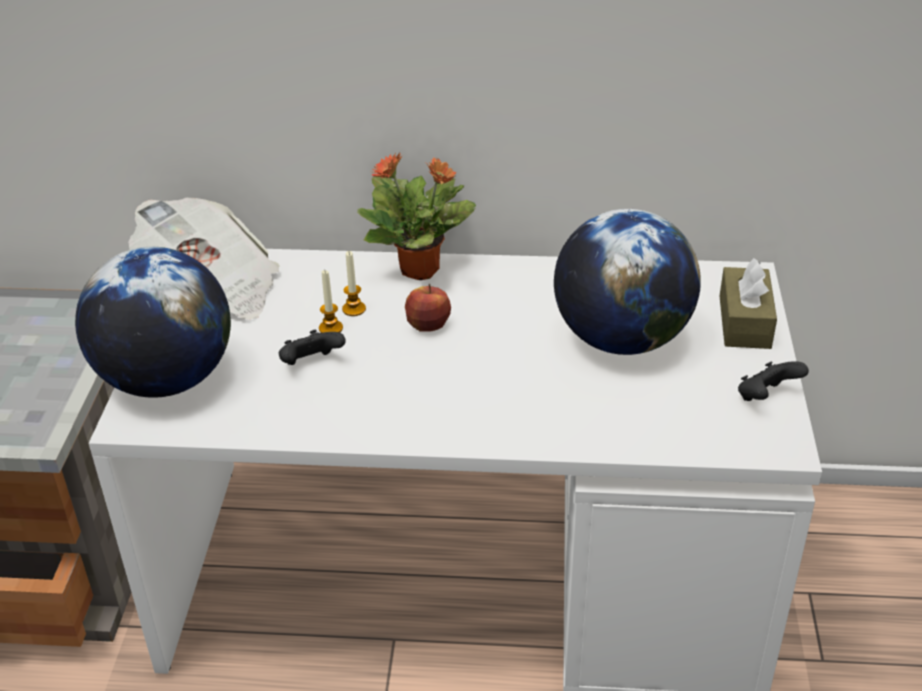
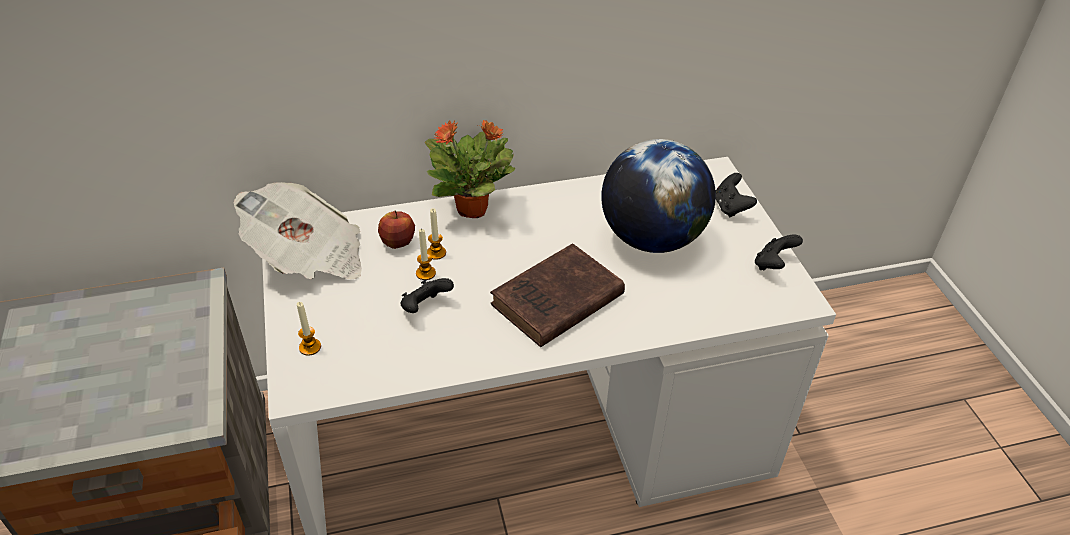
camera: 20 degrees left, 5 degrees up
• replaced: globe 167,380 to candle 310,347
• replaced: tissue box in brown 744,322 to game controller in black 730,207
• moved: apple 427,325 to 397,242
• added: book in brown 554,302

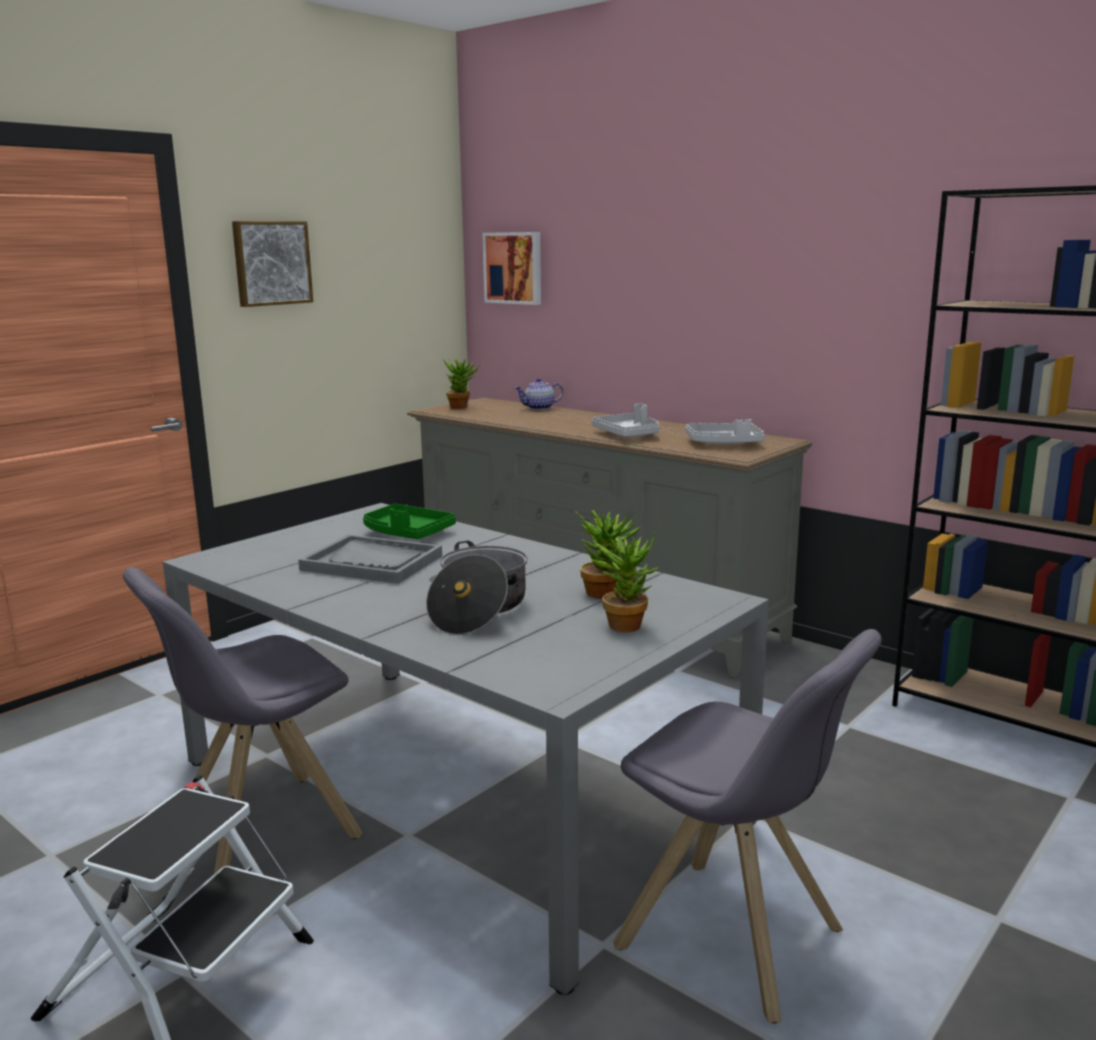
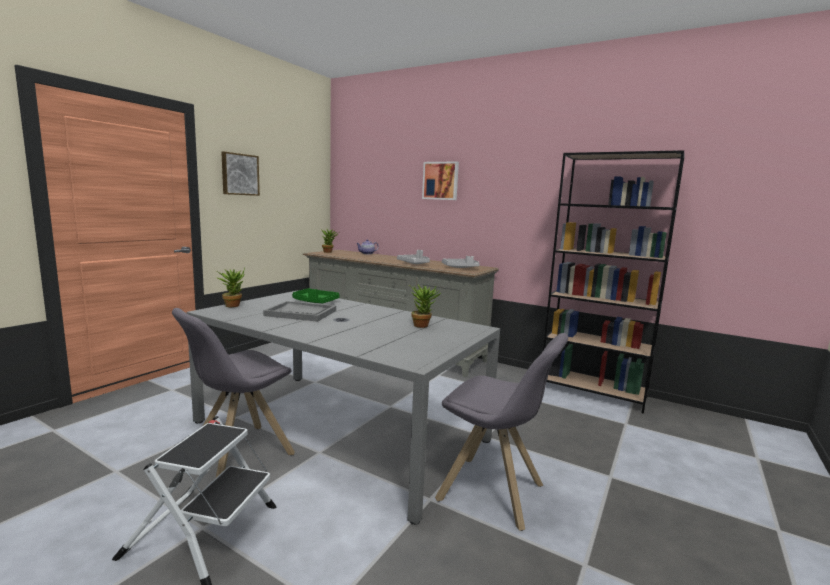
camera: 10 degrees left, 5 degrees down
• moved: picture 514,268 to 441,181
• moved: potted plant 624,623 to 233,305
• removed: cooking pot 478,610

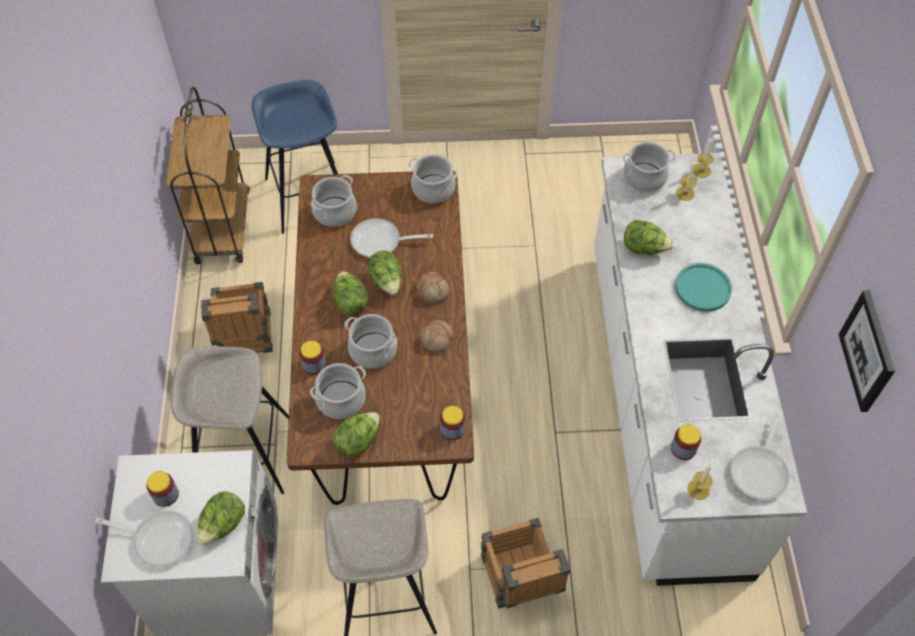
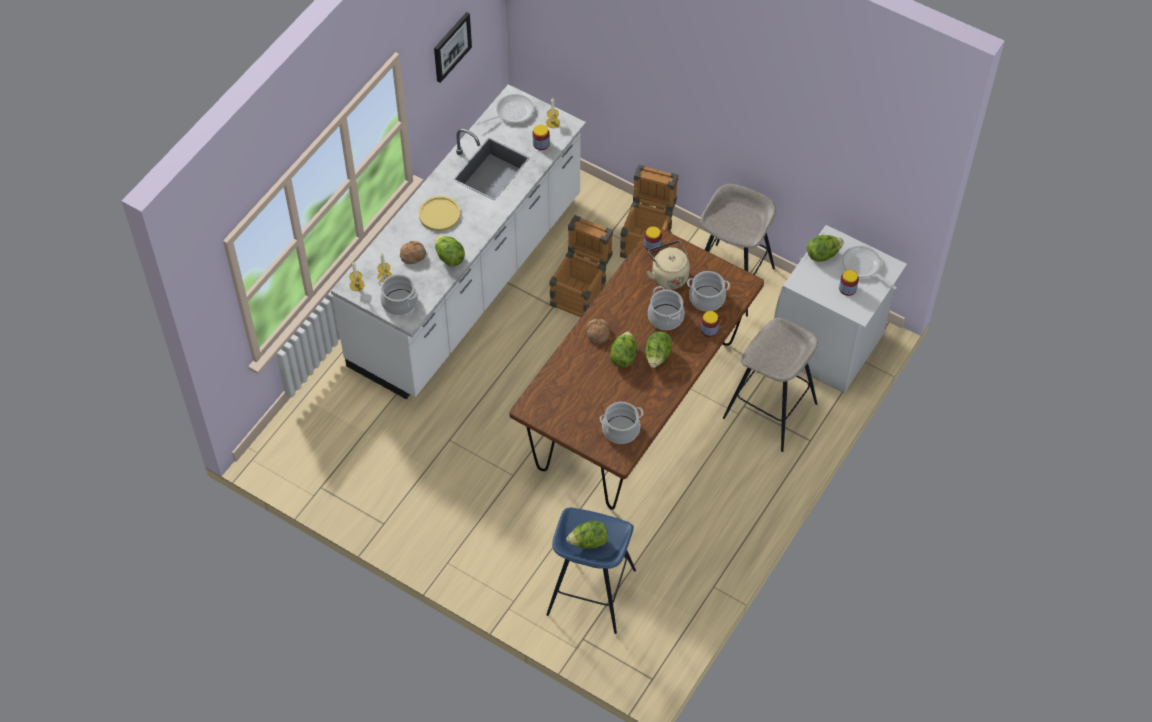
camera: 145 degrees left, 0 degrees up
• removed: cart in brown 222,229
• removed: cooking pot 433,189
• removed: frying pan 380,242
• recoloured: plate in turquoise 702,288 to plate in yellow 439,214
• moved: crate 246,341 to 581,292
• moved: bread 437,339 to 413,255
• moved: lettuce 358,441 to 588,542
• added: kettle in beige 668,275

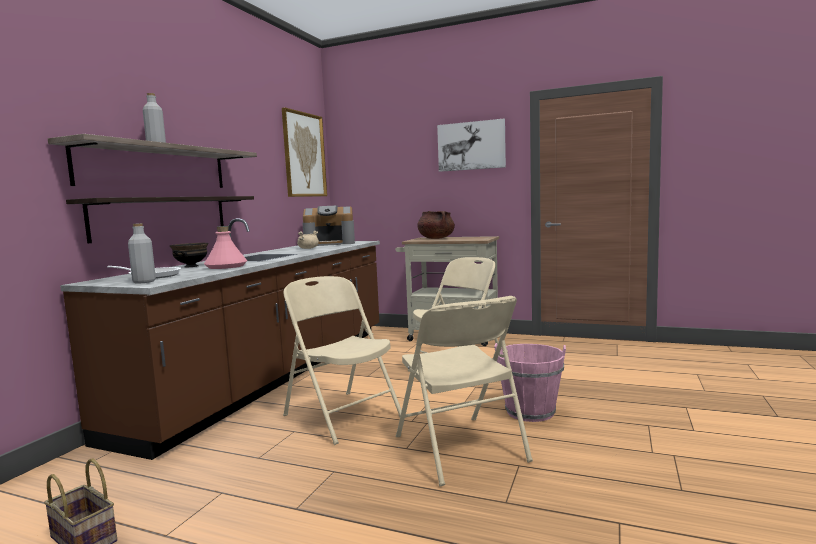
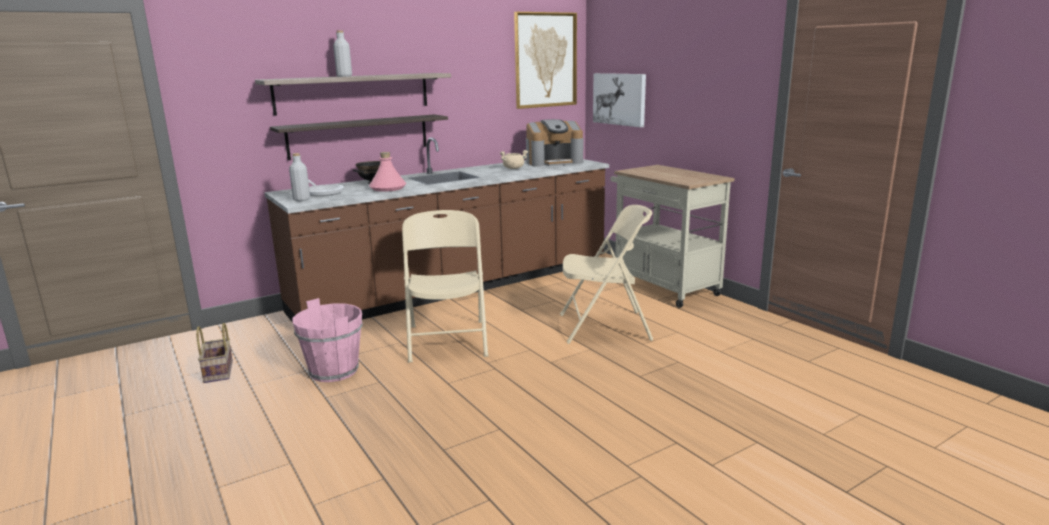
camera: 35 degrees right, 10 degrees up
• moved: picture 471,146 to 619,99
• turned: coffee machine 330,243 = 554,162 45 degrees counterclockwise
• removed: cooking pot in brown 436,238
• removed: chair in beige 459,448
• moved: bucket in pink 530,412 to 334,371

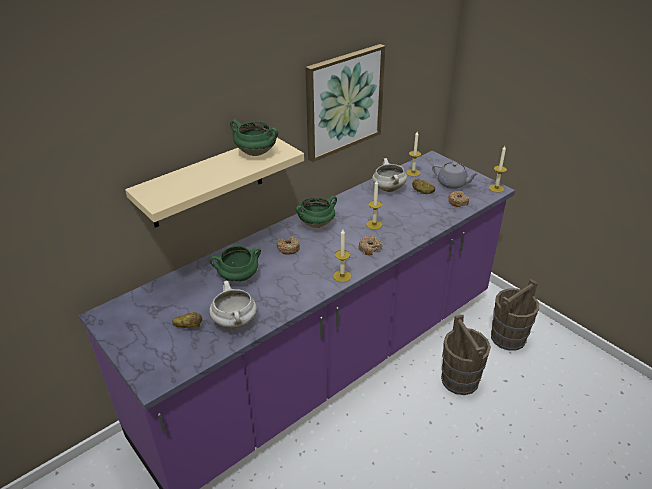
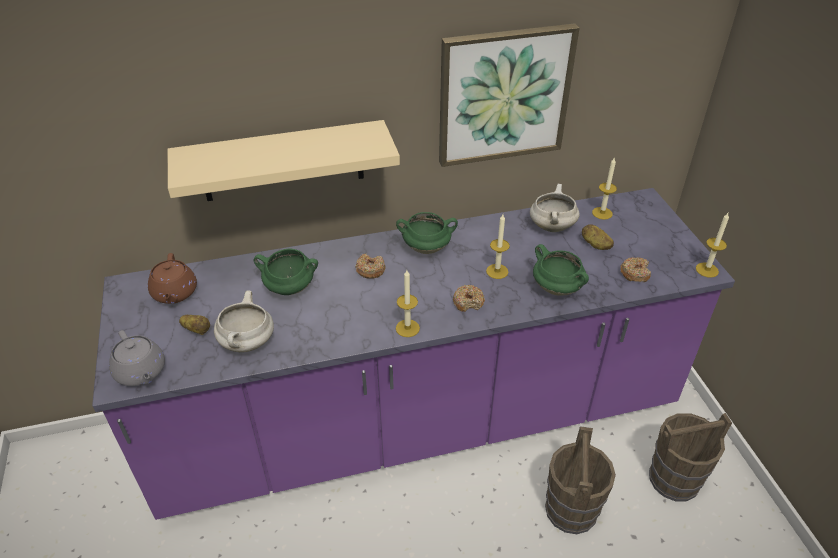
camera: 25 degrees right, 5 degrees up
• moved: cooking pot in green 257,152 to 558,288
• moved: teapot in grey 453,184 to 141,372
• added: teapot in brown 174,293

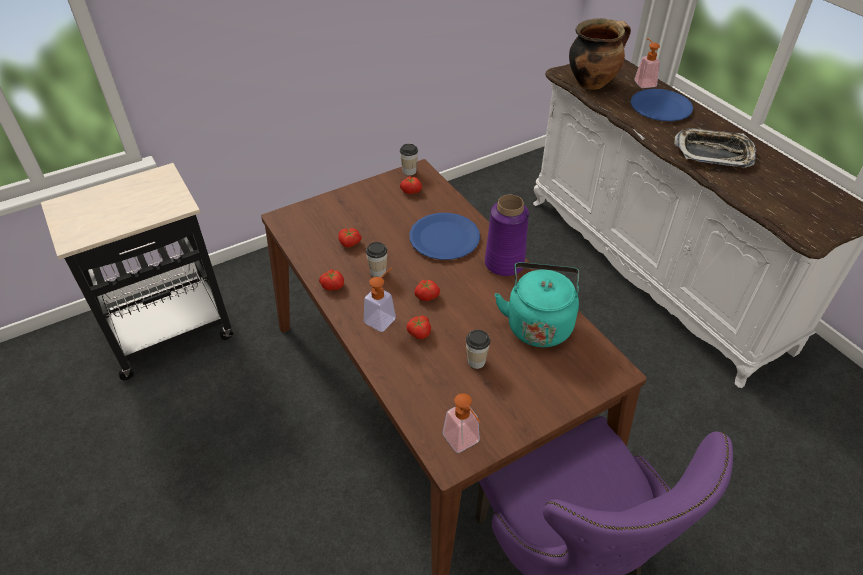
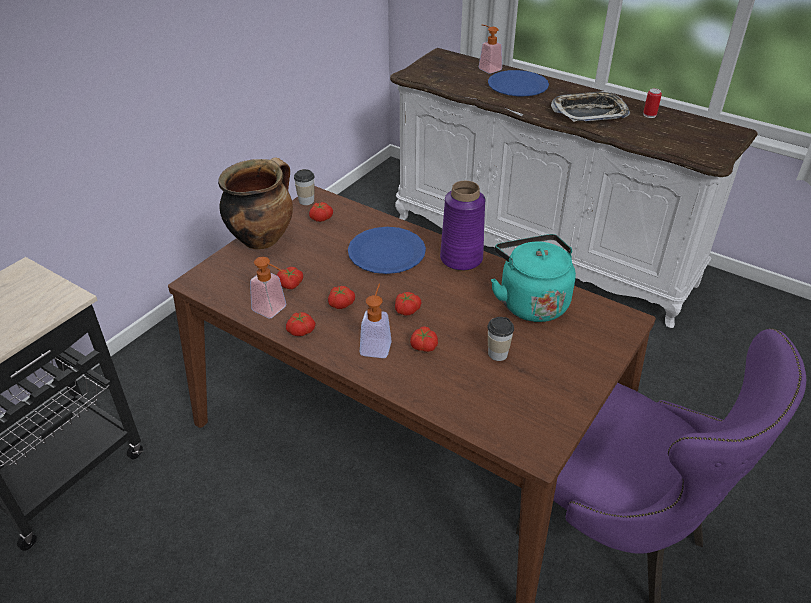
camera: 25 degrees left, 5 degrees down
• moved: cooking pot 592,82 to 262,238
• replaced: cup 378,272 to tomato 341,303
• moved: soap dispenser 464,443 to 273,310
• added: can 649,115

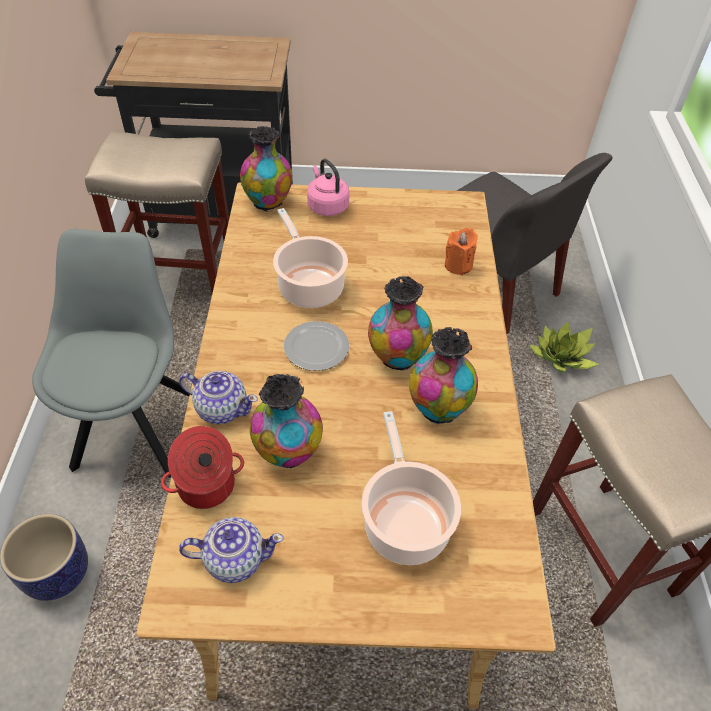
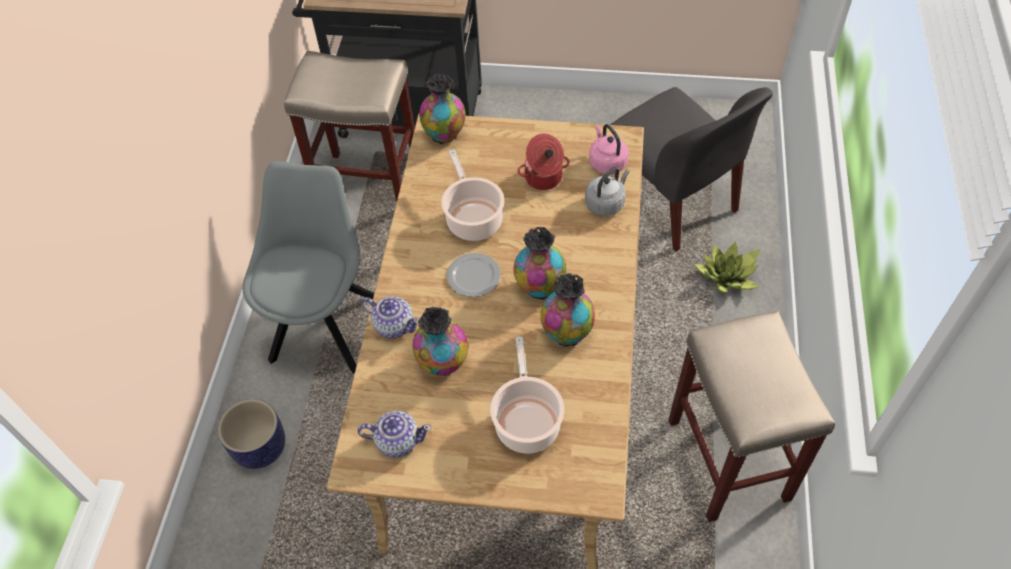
camera: 10 degrees right, 5 degrees up
• moved: kettle in pink 327,206 to 606,162
• replaced: candle in orange 458,265 to kettle in grey 606,203
• moved: cooking pot 207,486 to 543,178

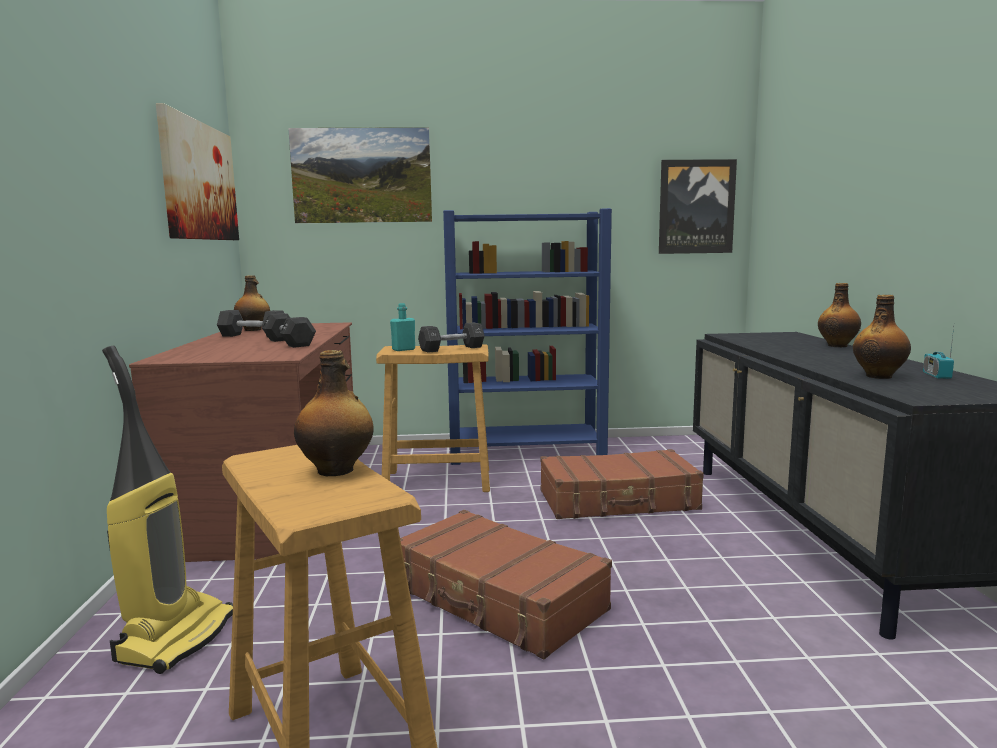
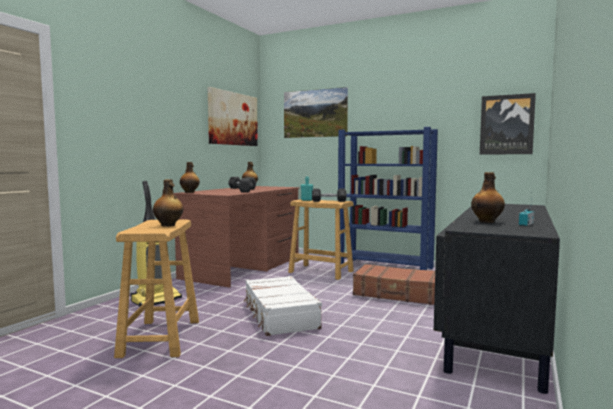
camera: 30 degrees right, 5 degrees down
• moved: bottle 837,346 to 190,192
• recoloured: suitcase in brown 497,599 to suitcase in white 279,315

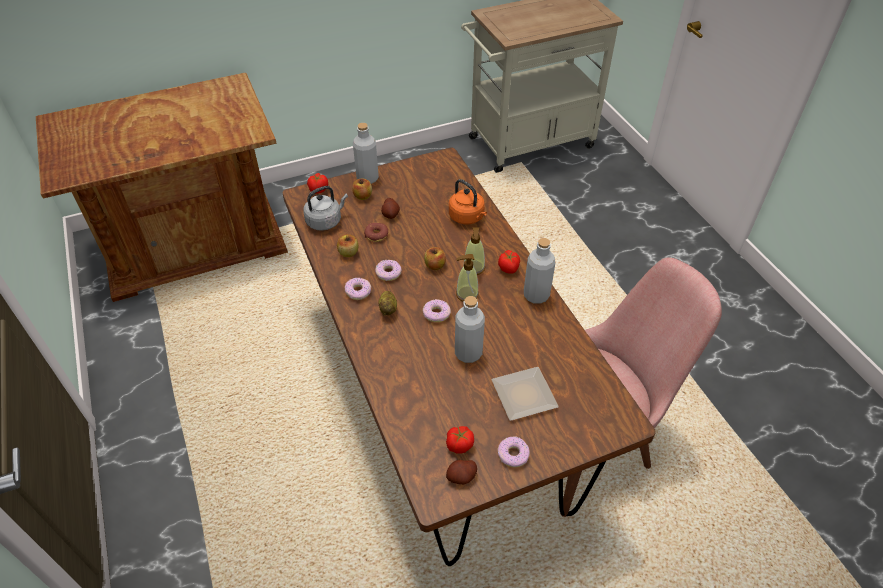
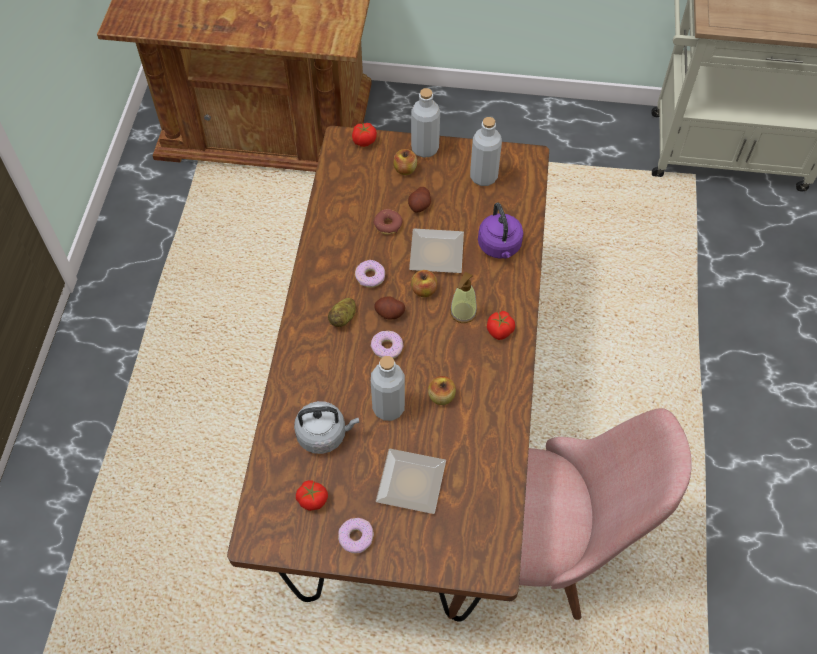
camera: 30 degrees right, 10 degrees up
• recoloured: kettle in orange 467,217 to kettle in purple 500,247
• moved: kettle in grey 325,221 to 324,434
• moved: apple 348,253 to 441,396
• moved: bottle in grey 536,295 to 483,177
• removed: soap dispenser 467,294
• removed: donut 358,291
• moved: potato 461,476 to 389,313
• added: plate 435,251

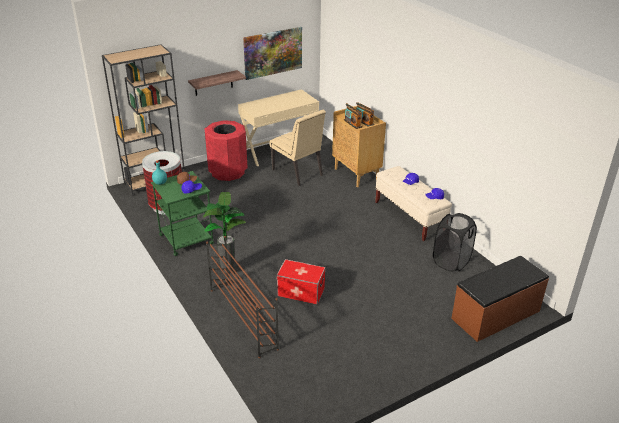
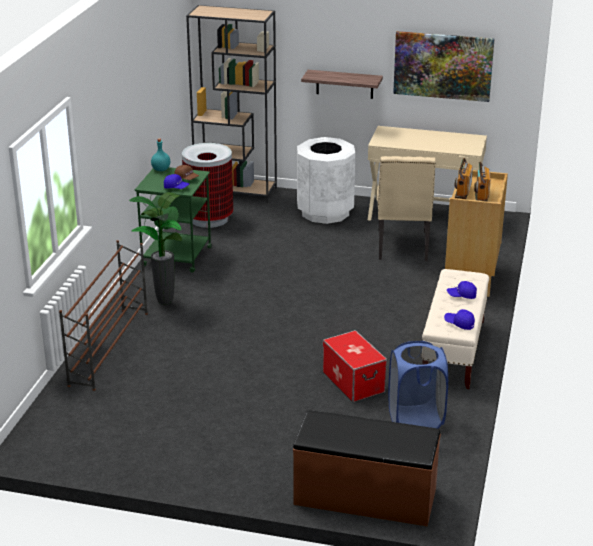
camera: 45 degrees right, 5 degrees down
• recoloured: trash can in red 227,172 to trash can in white 325,212
• recoloured: laundry basket in black 451,262 to laundry basket in blue 415,420
• moved: storage box 300,292 to 353,382

